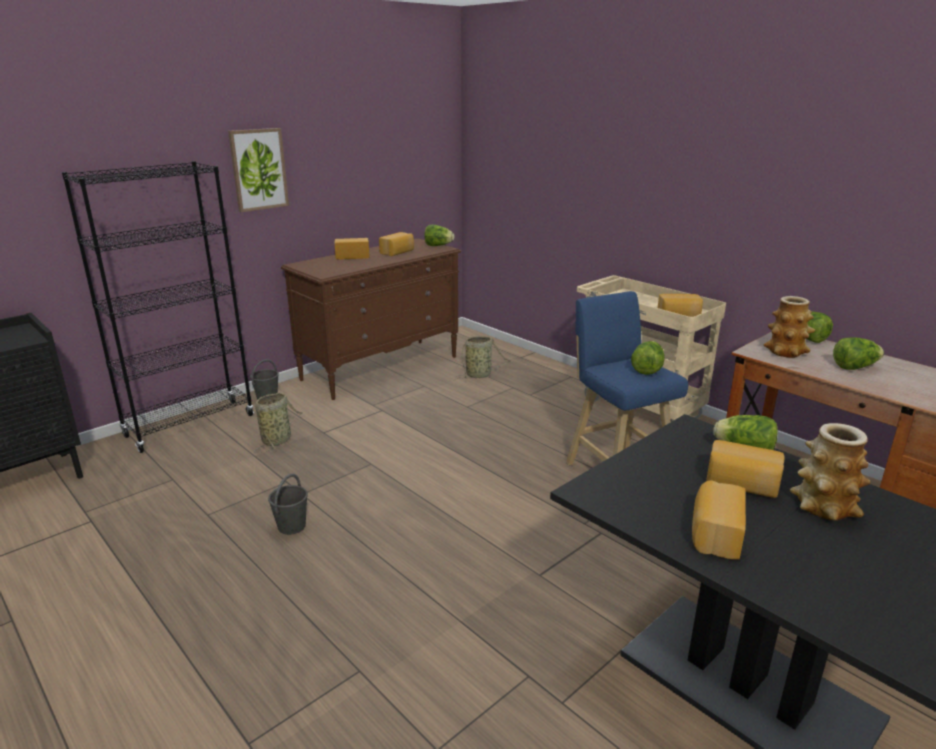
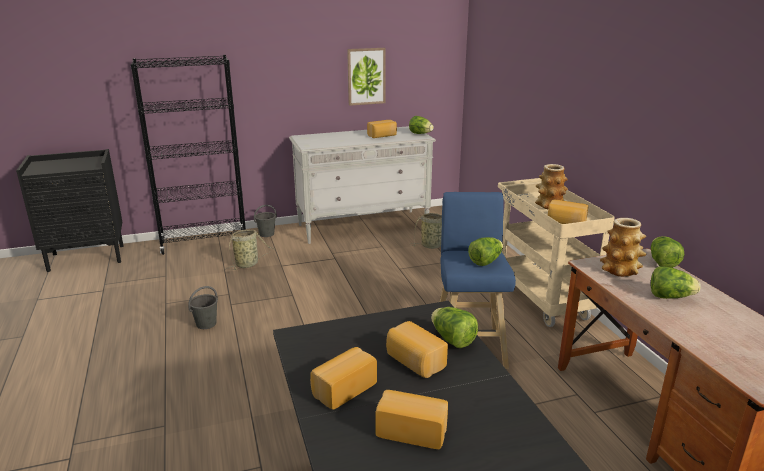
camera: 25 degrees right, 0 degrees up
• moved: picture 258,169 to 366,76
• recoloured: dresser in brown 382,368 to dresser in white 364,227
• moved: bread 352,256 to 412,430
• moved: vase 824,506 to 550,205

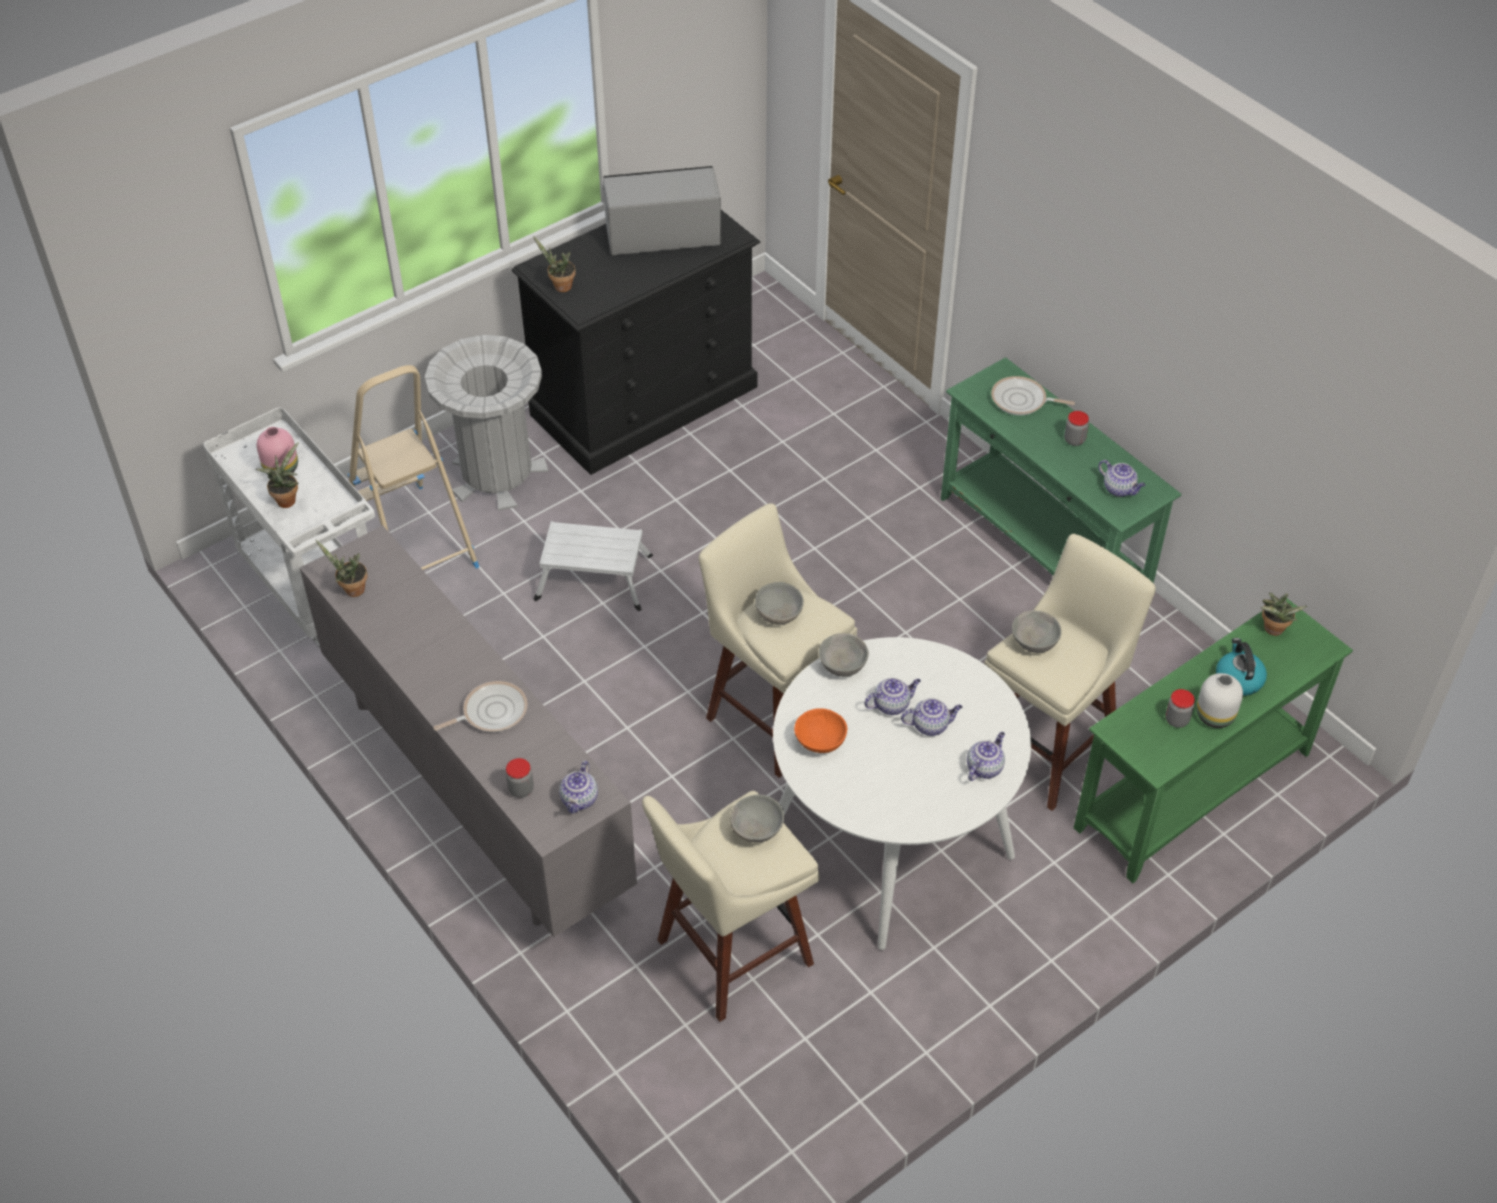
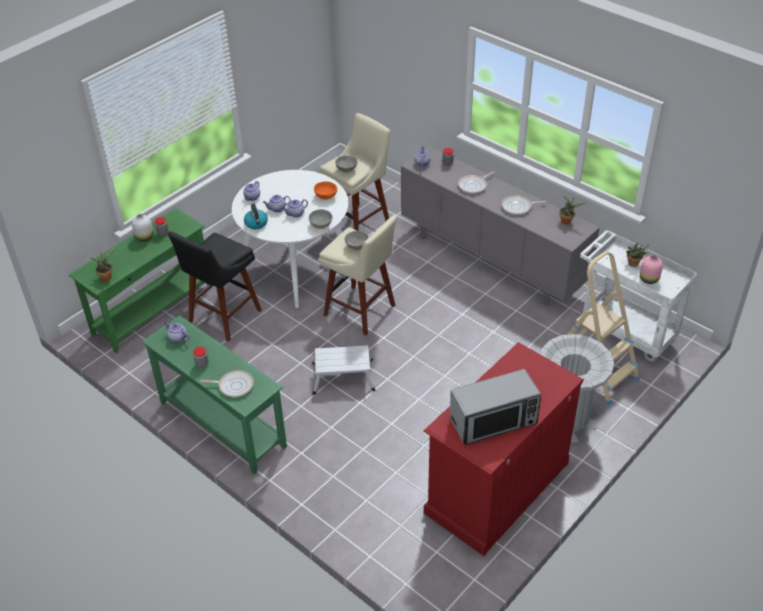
camera: 170 degrees right, 5 degrees down
• recoloured: dresser in black 645,401 to dresser in red 496,488
• removed: potted plant 560,286
• moved: step ladder in white 593,577 to 343,376
• recoloured: stool in beige 1047,749 to stool in black 223,317
• removed: bowl in grey 1033,643
• moved: kettle 1238,679 to 256,224
• added: frying pan 518,207

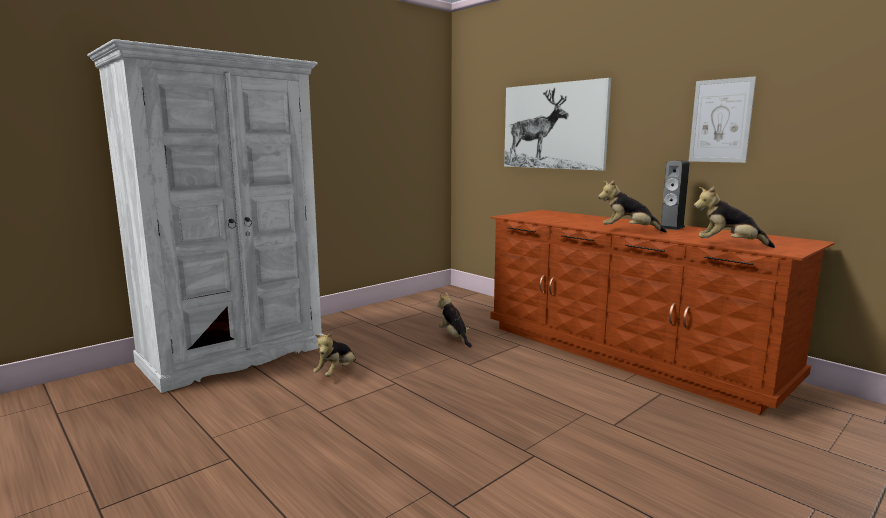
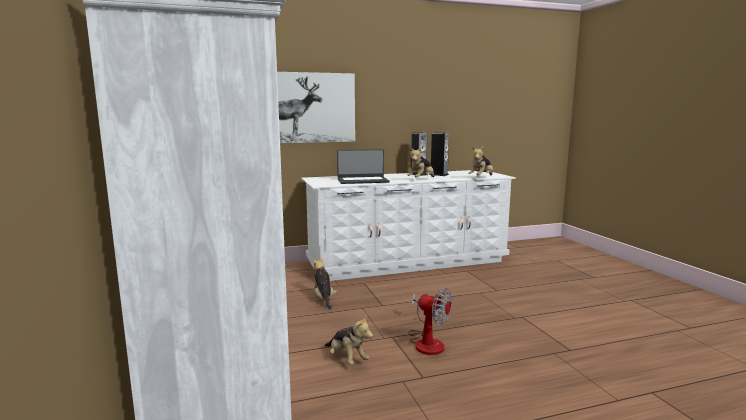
camera: 65 degrees left, 0 degrees up
• removed: picture 720,121
• recoloured: dresser in brown 627,352 to dresser in white 407,262
• turned: plush toy 454,337 = 323,298 75 degrees clockwise
• added: speaker 439,174
• added: laptop 362,181
• added: fan 427,342

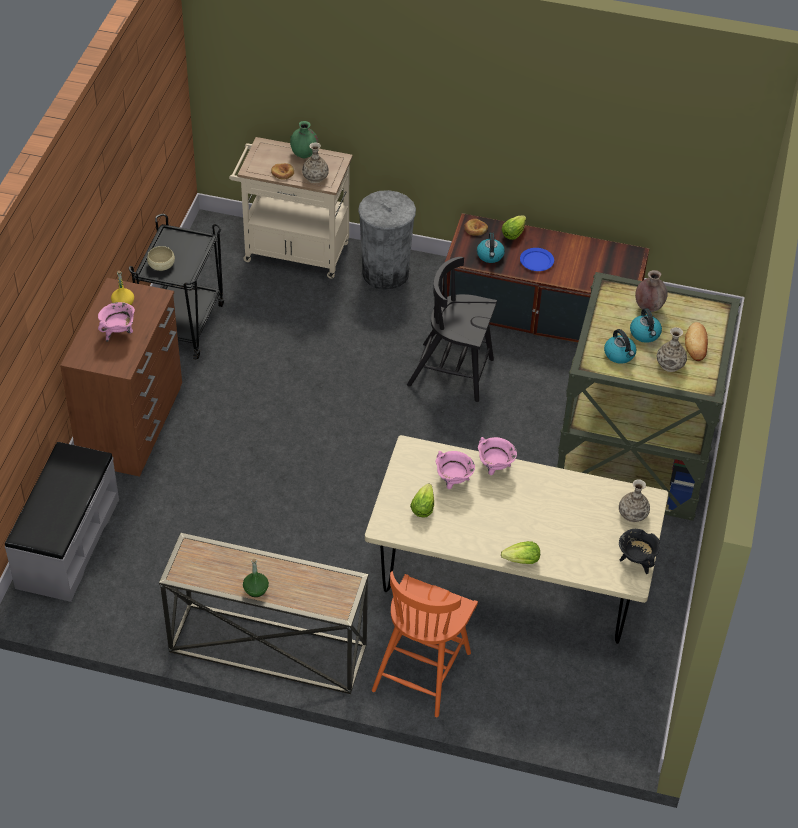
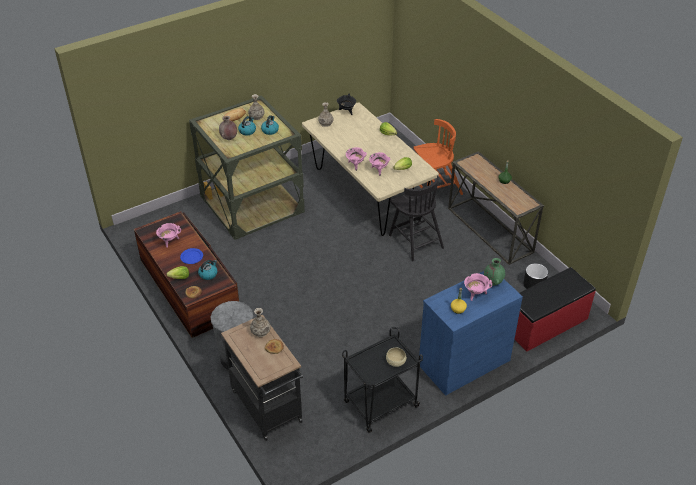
camera: 135 degrees left, 5 degrees down
• moved: vase in green 304,155 to 492,282
• recoloured: cart in beige 293,252 to cart in black 268,408
• moved: chair in black 452,372 to 415,240
• recoloured: dresser in brown 133,425 to dresser in blue 463,362
• recoloured: bench in grey 67,543 to bench in red 546,324
• added: cooking pot in pink 169,241
• added: planter in black 534,284

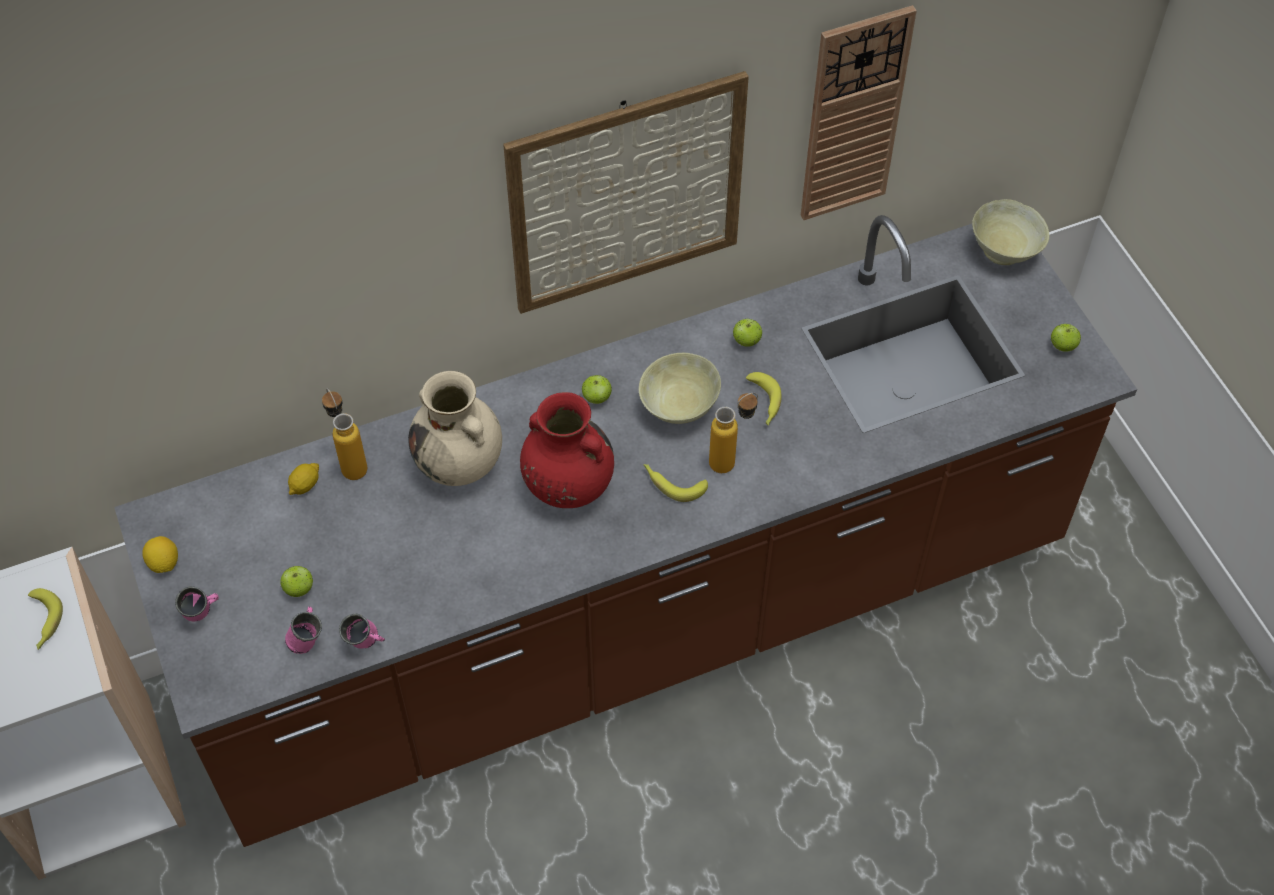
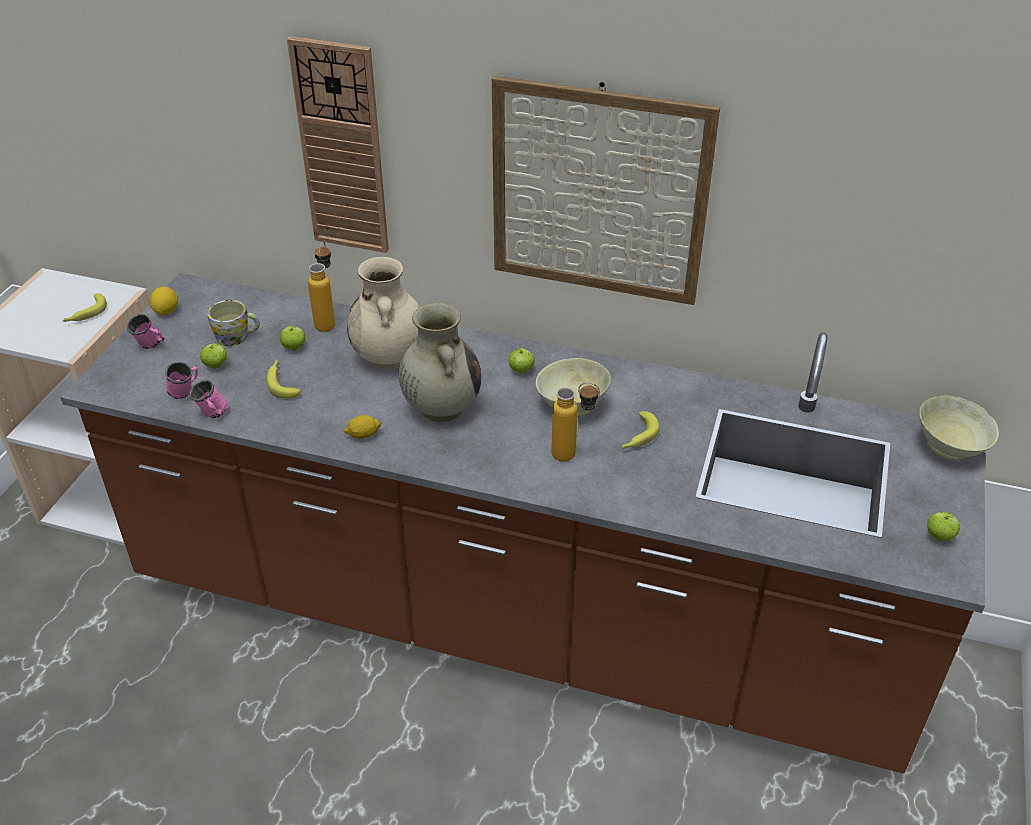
camera: 40 degrees right, 15 degrees down
• moved: wall clock 853,115 to 342,149
• moved: apple 746,341 to 294,347
• recoloured: vase in red 567,486 to vase in beige 441,406
• moved: lemon 305,485 to 363,435
• moved: banana 672,483 to 282,383
• added: mug 237,337

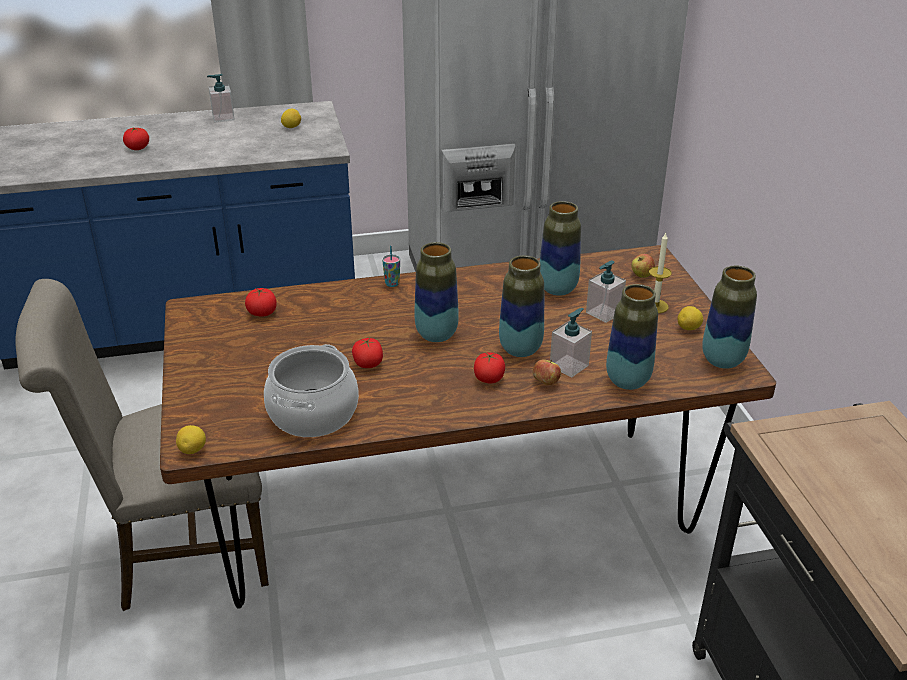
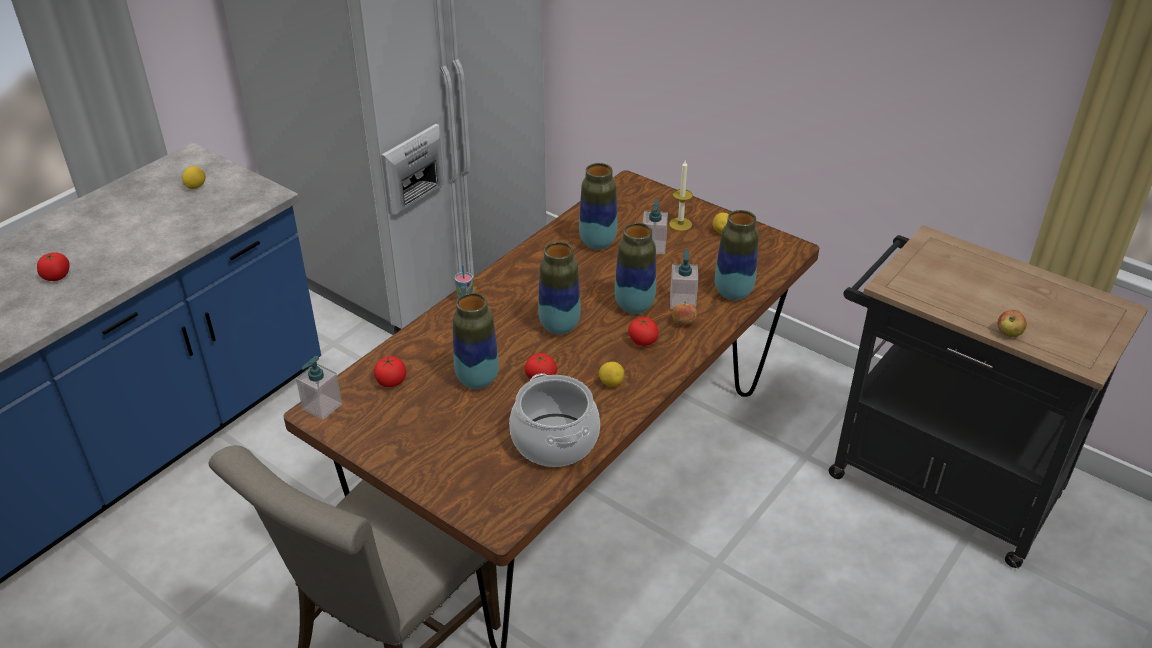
camera: 40 degrees left, 5 degrees up
• moved: soap dispenser 223,117 to 322,407
• moved: apple 642,275 to 1008,333
• moved: vase 722,360 to 477,380
• moved: lemon 193,450 to 611,383

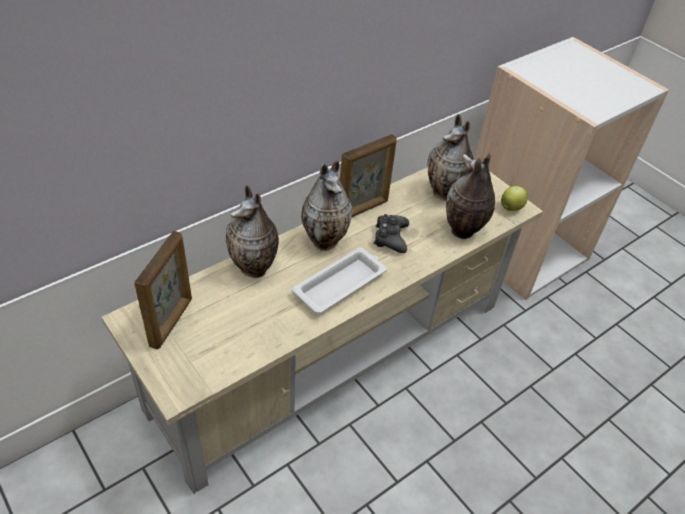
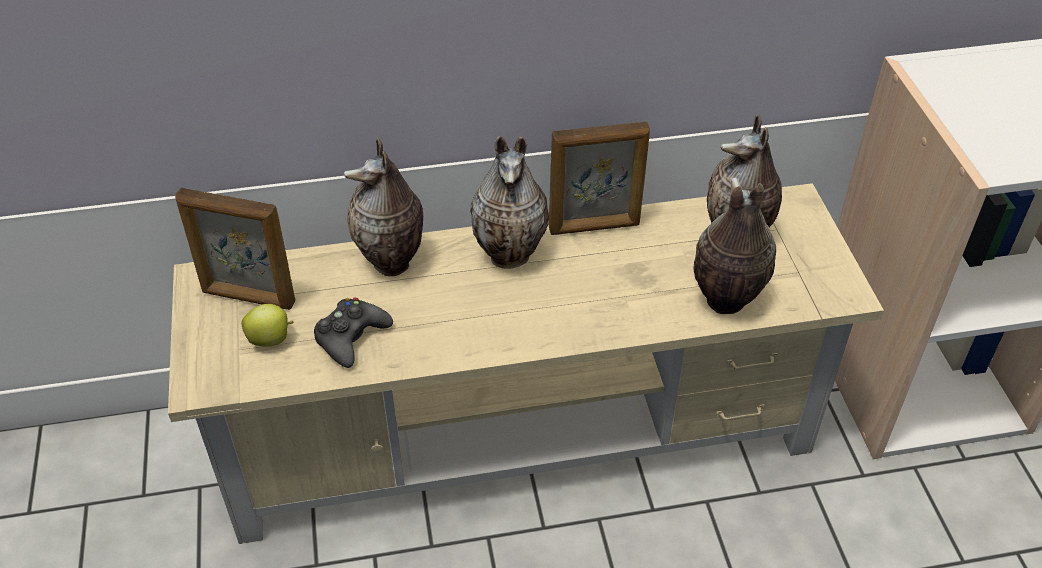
camera: 30 degrees right, 0 degrees up
• moved: apple 511,207 to 271,339
• moved: game controller in black 390,237 to 351,337
• turned: picture frame 172,322 = 248,298 60 degrees clockwise
• removed: tray in white 341,284

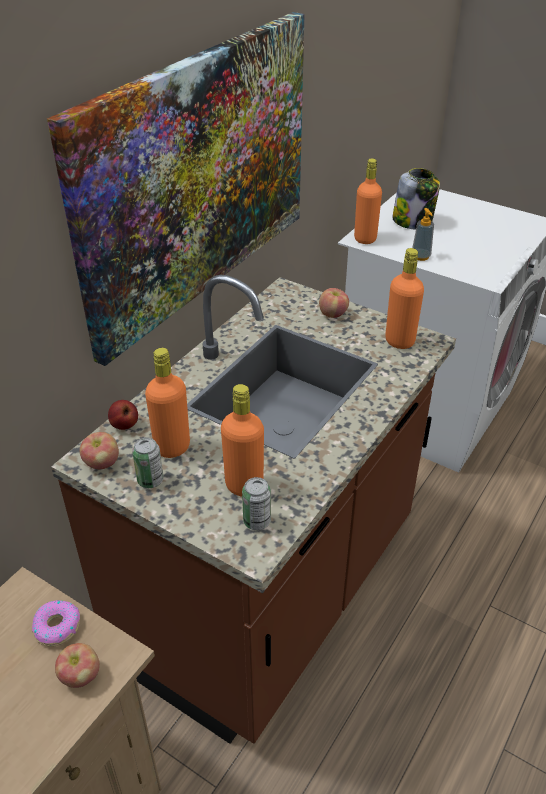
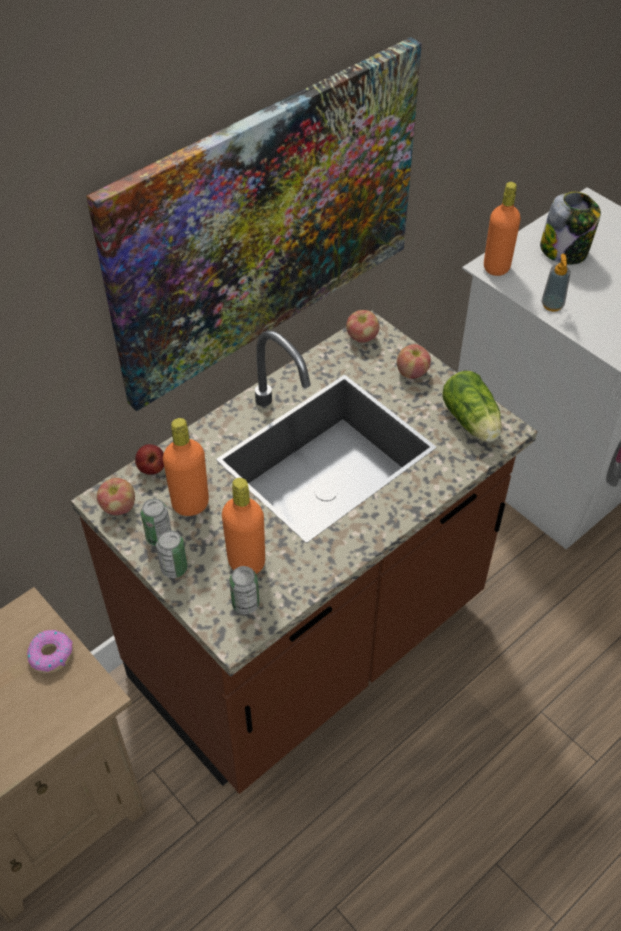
camera: 15 degrees right, 10 degrees up
• replaced: bottle in orange 399,341 to lettuce 472,422
• moved: apple 81,676 to 362,337
• added: can 174,568

